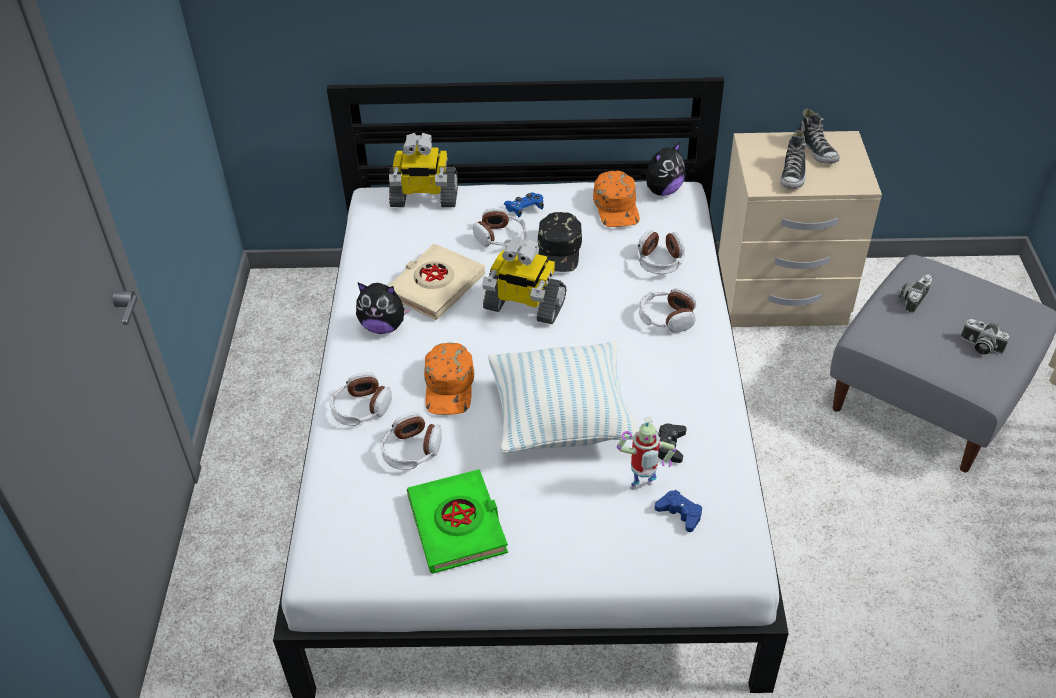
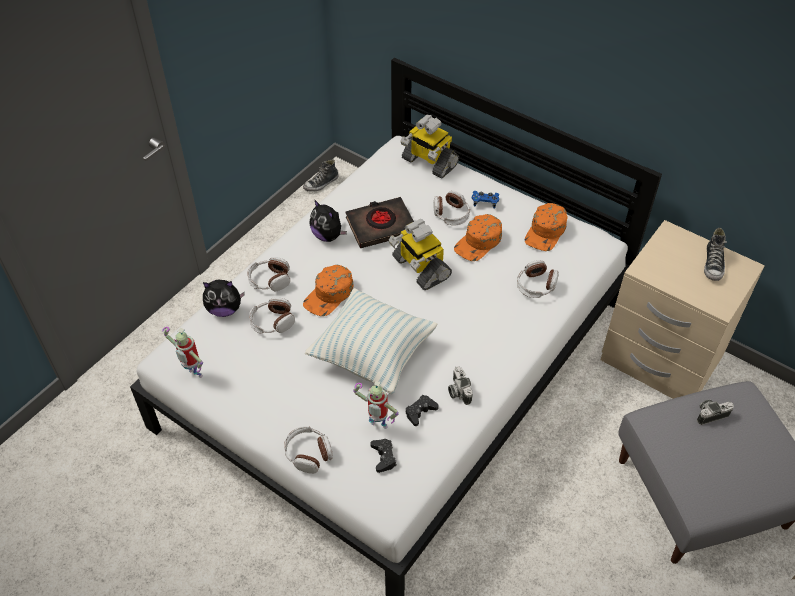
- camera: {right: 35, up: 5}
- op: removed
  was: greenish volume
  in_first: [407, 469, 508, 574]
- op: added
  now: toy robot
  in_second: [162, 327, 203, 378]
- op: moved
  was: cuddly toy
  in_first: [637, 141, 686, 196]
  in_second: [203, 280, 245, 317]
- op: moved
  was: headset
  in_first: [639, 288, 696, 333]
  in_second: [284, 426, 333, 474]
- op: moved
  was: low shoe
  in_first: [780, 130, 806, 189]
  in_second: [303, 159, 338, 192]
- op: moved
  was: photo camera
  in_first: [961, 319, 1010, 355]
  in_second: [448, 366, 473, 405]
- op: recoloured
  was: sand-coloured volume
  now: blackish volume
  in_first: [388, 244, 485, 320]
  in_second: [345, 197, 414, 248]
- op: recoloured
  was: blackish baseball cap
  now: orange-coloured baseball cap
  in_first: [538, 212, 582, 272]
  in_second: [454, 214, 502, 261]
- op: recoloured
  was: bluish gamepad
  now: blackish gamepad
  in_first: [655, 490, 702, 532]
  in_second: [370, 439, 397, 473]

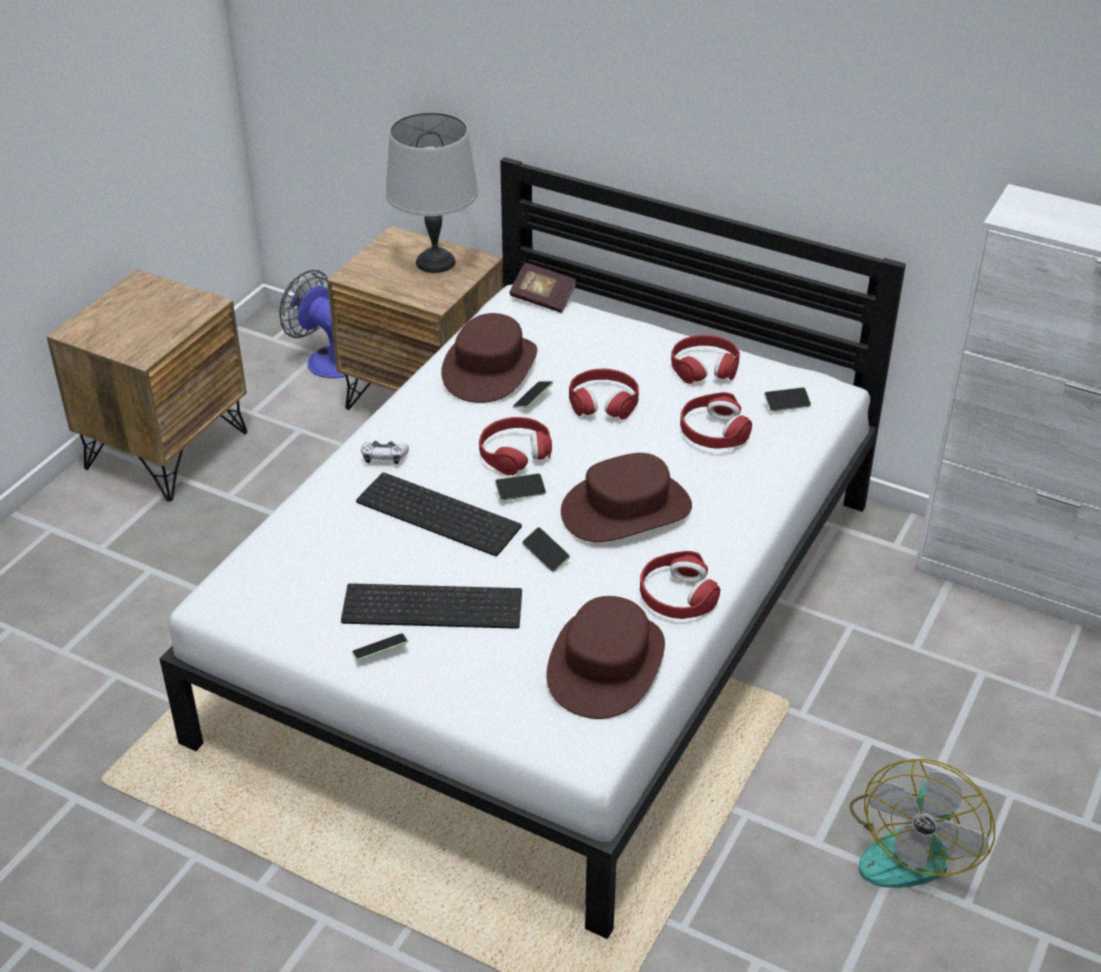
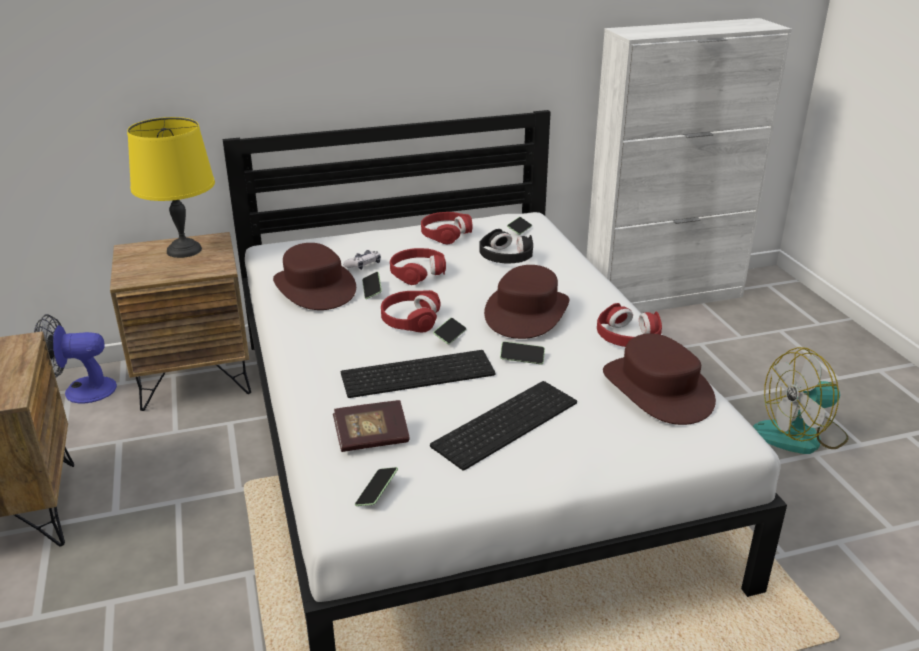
- camera: {right: -45, up: -10}
- op: moved
  was: handset
  in_first: [352, 633, 408, 660]
  in_second: [355, 467, 398, 506]
- op: moved
  was: gamepad
  in_first: [361, 441, 409, 464]
  in_second: [343, 250, 381, 270]
- op: moved
  was: volume
  in_first: [509, 263, 576, 313]
  in_second: [333, 400, 410, 452]
- op: recoloured
  was: grey lamp for a table
  now: yellowish lamp for a table
  in_first: [385, 112, 479, 273]
  in_second: [127, 117, 215, 258]
- op: recoloured
  was: red headset
  now: blackish headset
  in_first: [680, 392, 752, 449]
  in_second: [479, 229, 533, 264]
- op: turned
  was: cooling fan
  in_first: [850, 759, 995, 888]
  in_second: [753, 347, 848, 454]
  clockwise: 90

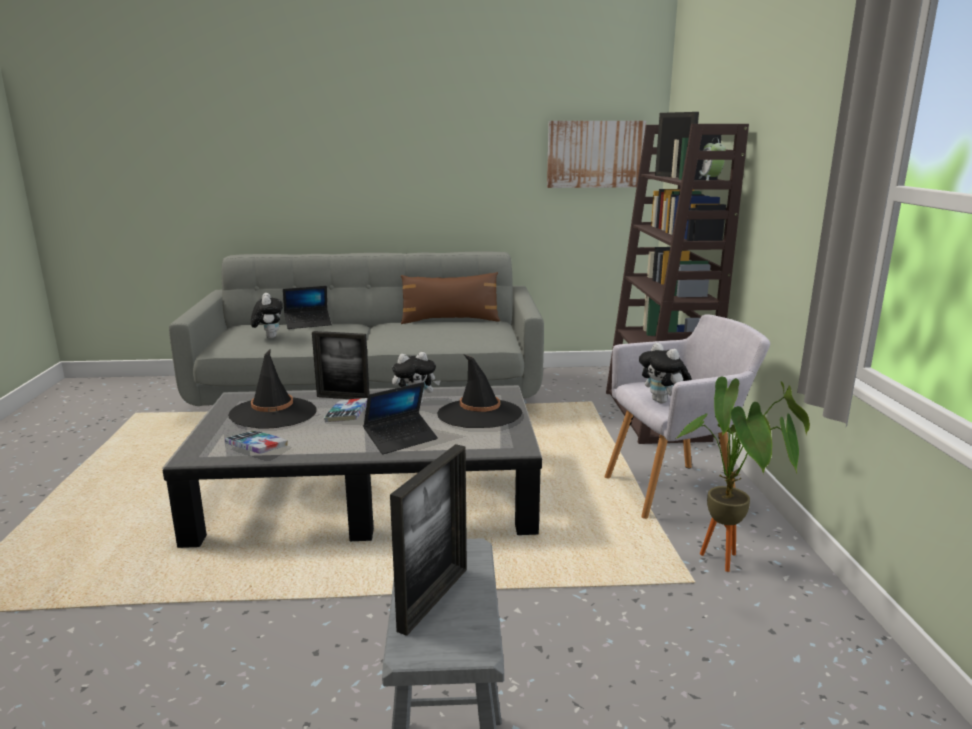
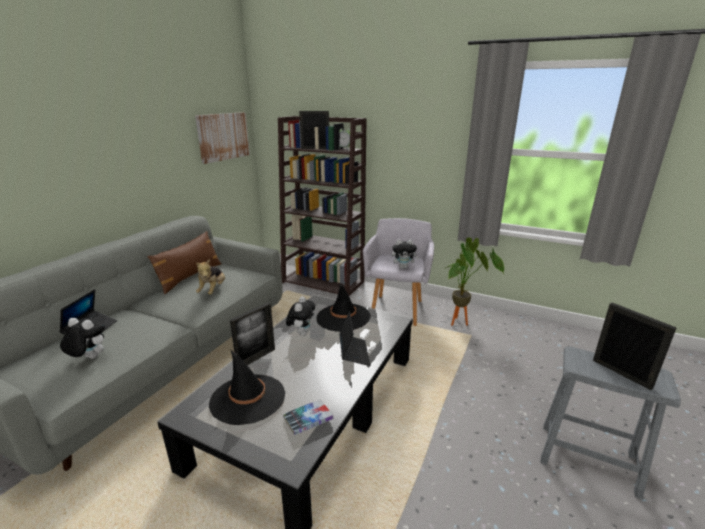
- camera: {right: -60, up: 5}
- op: removed
  was: volume
  in_first: [324, 398, 367, 422]
- op: added
  now: cuddly toy
  in_second: [196, 259, 225, 295]

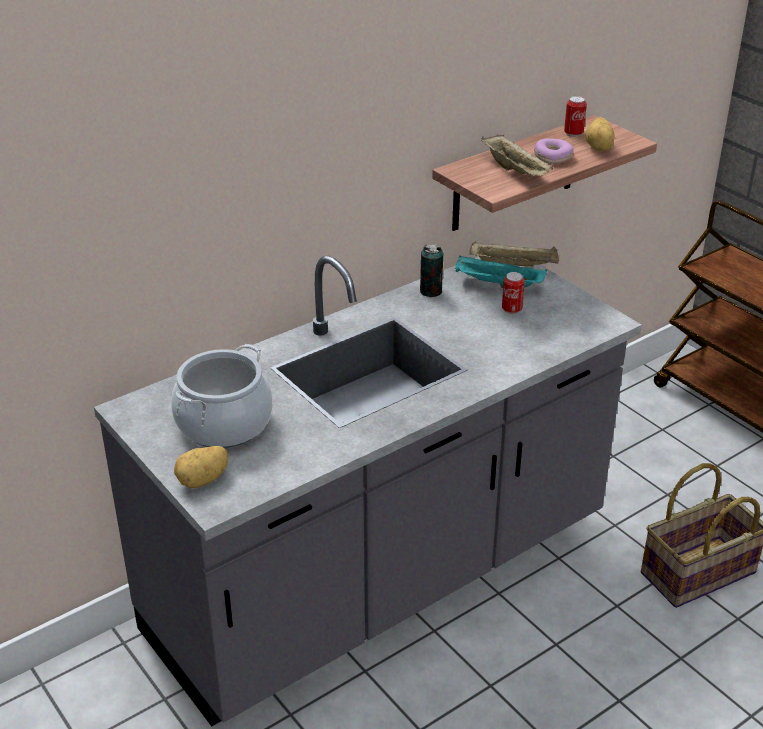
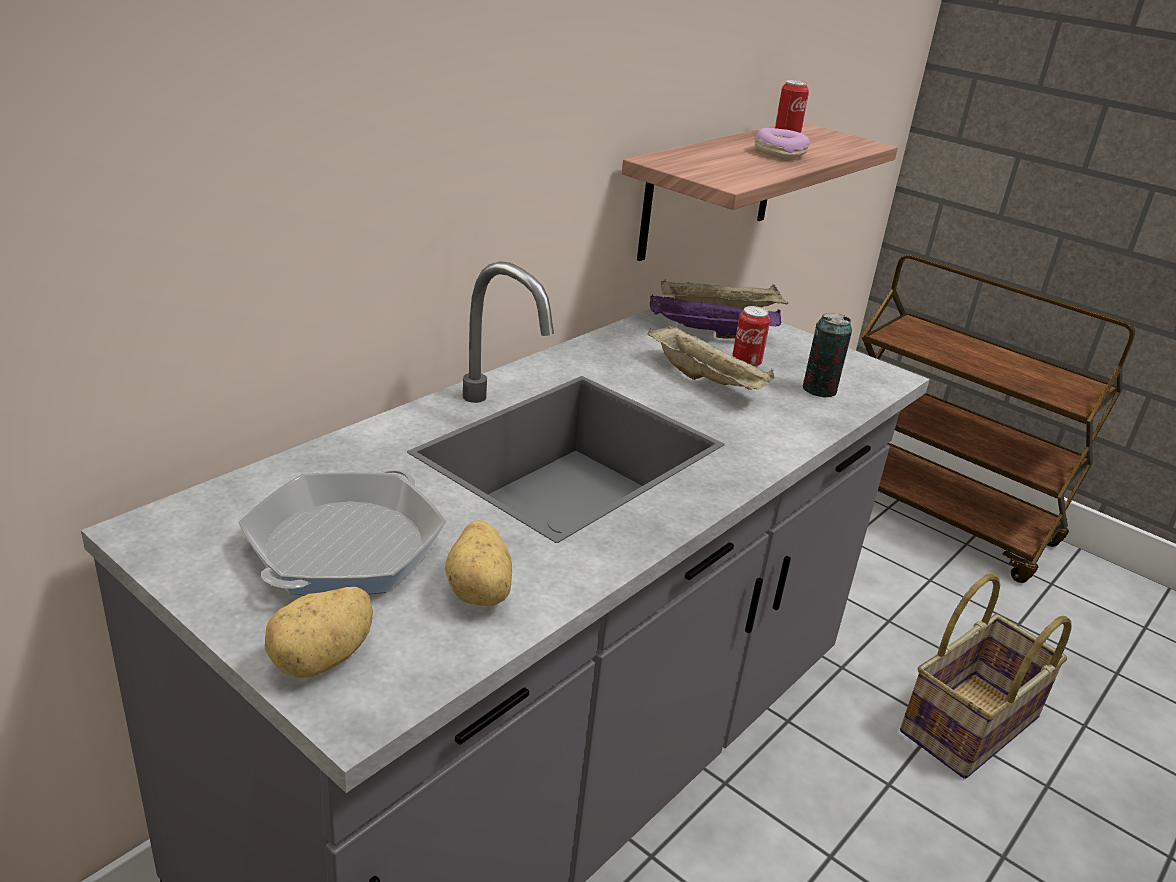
- camera: {right: -15, up: -5}
- op: moved
  was: can
  in_first: [420, 244, 443, 297]
  in_second: [803, 313, 852, 397]
- op: moved
  was: sand-coloured serving tray
  in_first: [481, 134, 553, 176]
  in_second: [647, 325, 774, 390]
- op: moved
  was: spud
  in_first: [585, 117, 614, 151]
  in_second: [445, 520, 512, 606]
- op: replaced
  was: stockpot
  now: skillet
  in_first: [171, 344, 272, 448]
  in_second: [238, 469, 447, 595]
- op: recoloured
  was: turquoise serving tray
  now: purple serving tray
  in_first: [455, 256, 547, 288]
  in_second: [650, 294, 782, 339]

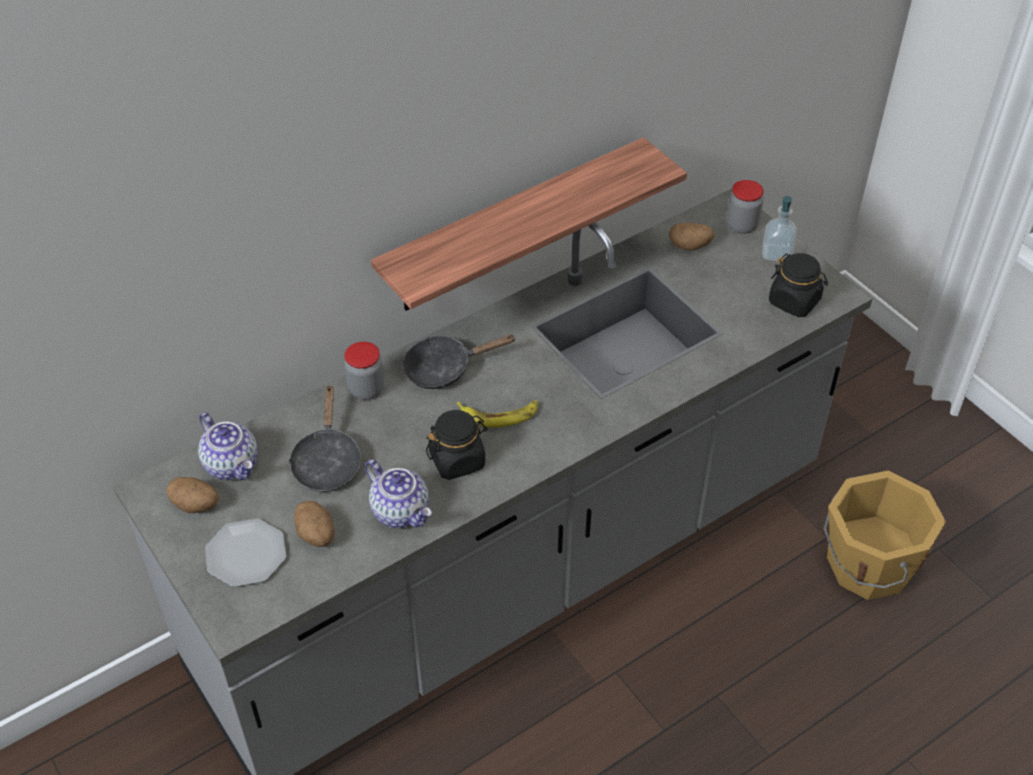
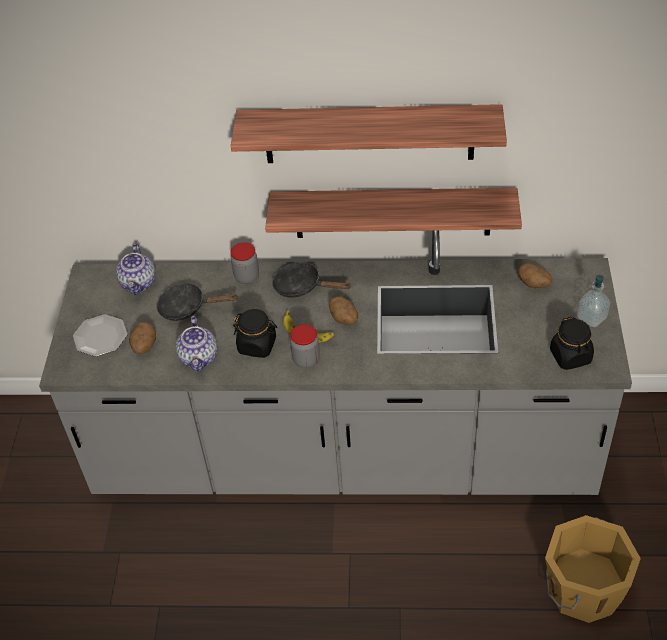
- camera: {right: 40, up: 0}
- op: added
  now: bracket shelf
  in_second: [231, 104, 507, 163]
- op: moved
  was: spud
  in_first: [166, 477, 219, 513]
  in_second: [329, 296, 358, 325]
- op: moved
  was: storage jar
  in_first: [727, 180, 764, 234]
  in_second: [290, 324, 320, 368]
- op: turned
  was: blackish skillet
  in_first: [288, 386, 362, 492]
  in_second: [156, 282, 239, 321]
  clockwise: 60

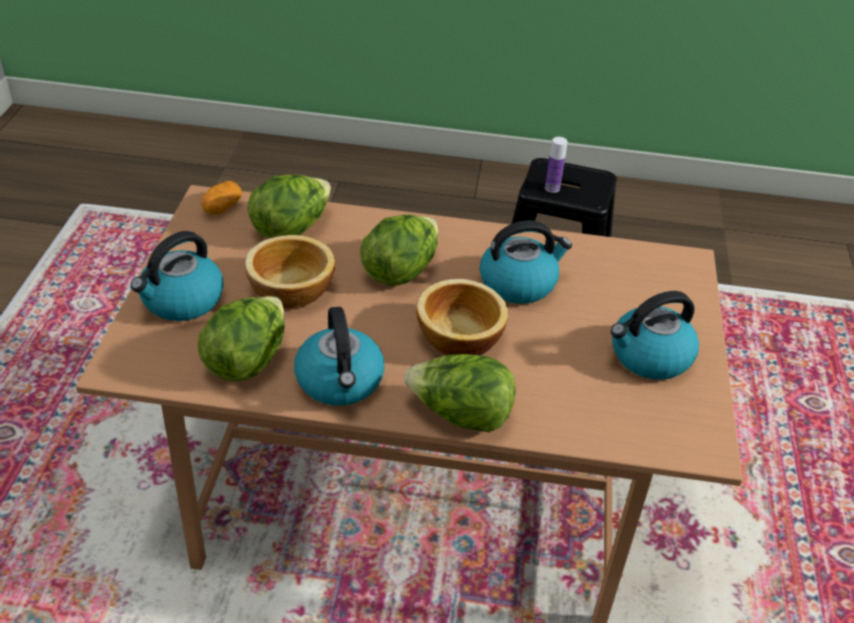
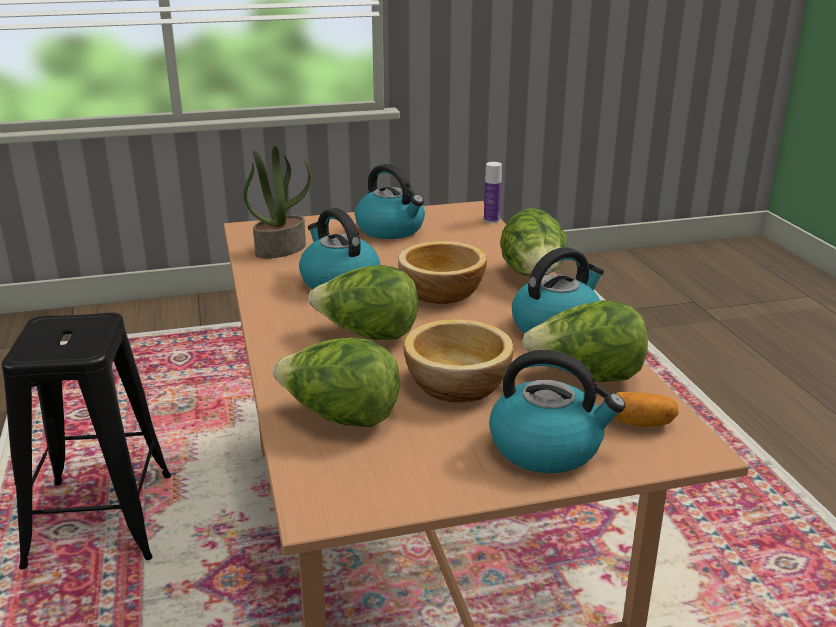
- camera: {right: -110, up: -15}
- op: added
  now: potted plant
  in_second: [243, 146, 311, 259]
- op: moved
  was: spud
  in_first: [201, 181, 242, 215]
  in_second: [614, 392, 679, 427]
- op: moved
  was: drink bottle
  in_first: [545, 137, 567, 193]
  in_second: [484, 162, 502, 223]

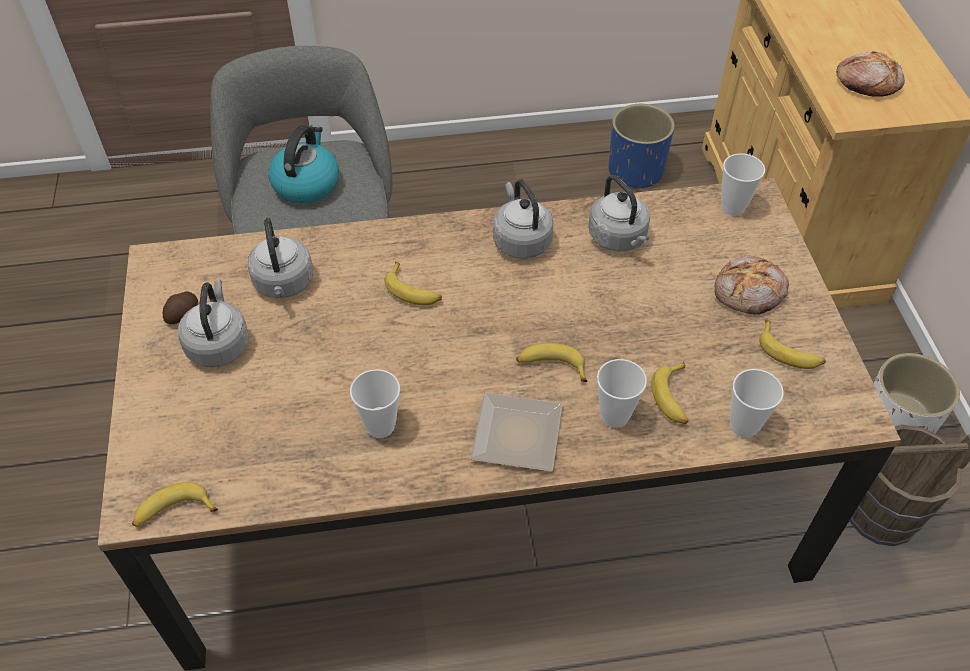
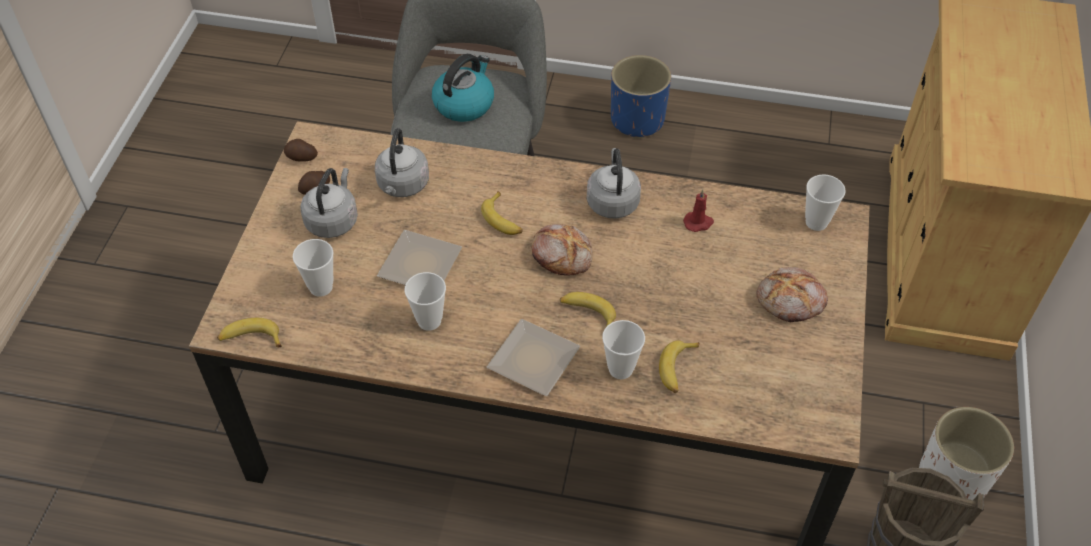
- camera: {right: 20, up: 0}
- op: removed
  was: banana
  in_first: [759, 320, 826, 369]
- op: added
  now: spud
  in_second: [284, 139, 318, 162]
- op: added
  now: plate
  in_second: [377, 230, 462, 285]
- op: moved
  was: bluish flower pot
  in_first: [608, 104, 675, 190]
  in_second: [611, 55, 671, 139]
- op: moved
  was: cup
  in_first: [730, 369, 784, 438]
  in_second: [293, 239, 333, 297]
- op: moved
  was: bakery bread
  in_first: [836, 51, 905, 97]
  in_second: [531, 224, 593, 276]
- op: replaced
  was: grey tea kettle
  now: red wax candle
  in_first: [588, 175, 650, 252]
  in_second: [683, 189, 714, 232]

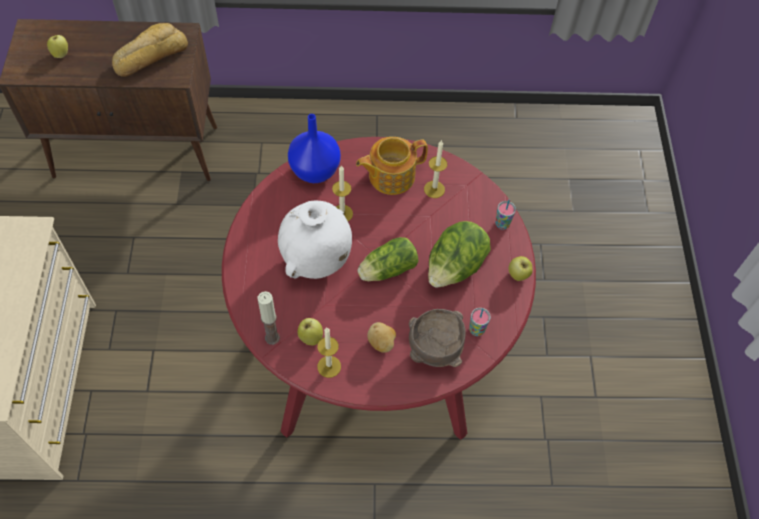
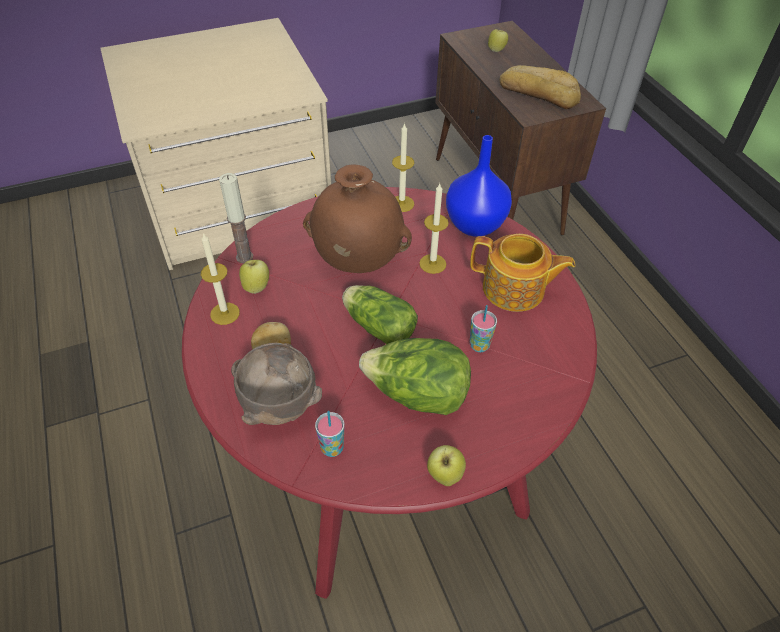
- camera: {right: 70, up: -10}
- op: moved
  was: wax candle
  in_first: [424, 140, 447, 198]
  in_second: [392, 123, 414, 212]
- op: moved
  was: cup
  in_first: [495, 200, 516, 230]
  in_second: [470, 305, 497, 352]
- op: recoloured
  was: white flower vase
  now: brown-coloured flower vase
  in_first: [278, 201, 352, 279]
  in_second: [303, 164, 412, 273]
- op: turned
  was: teapot
  in_first: [356, 137, 428, 195]
  in_second: [470, 234, 575, 312]
  clockwise: 150

